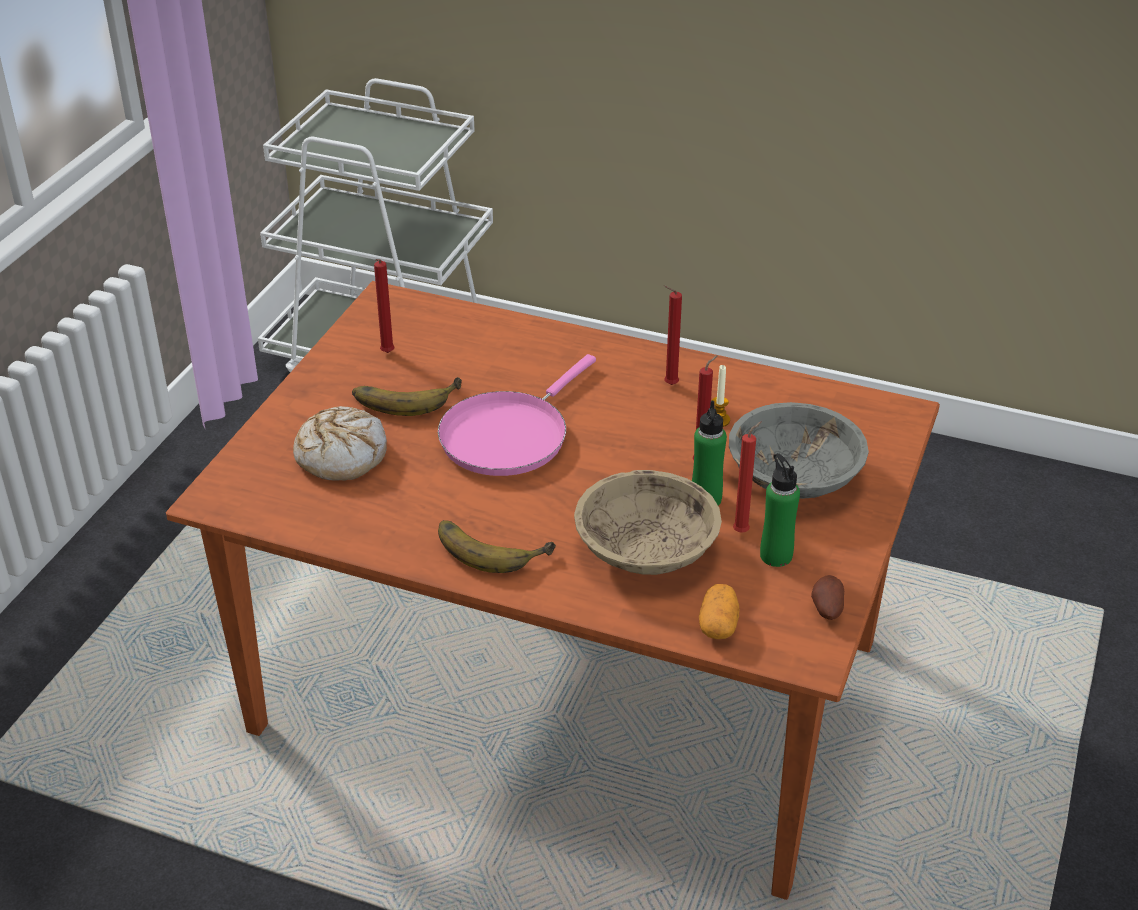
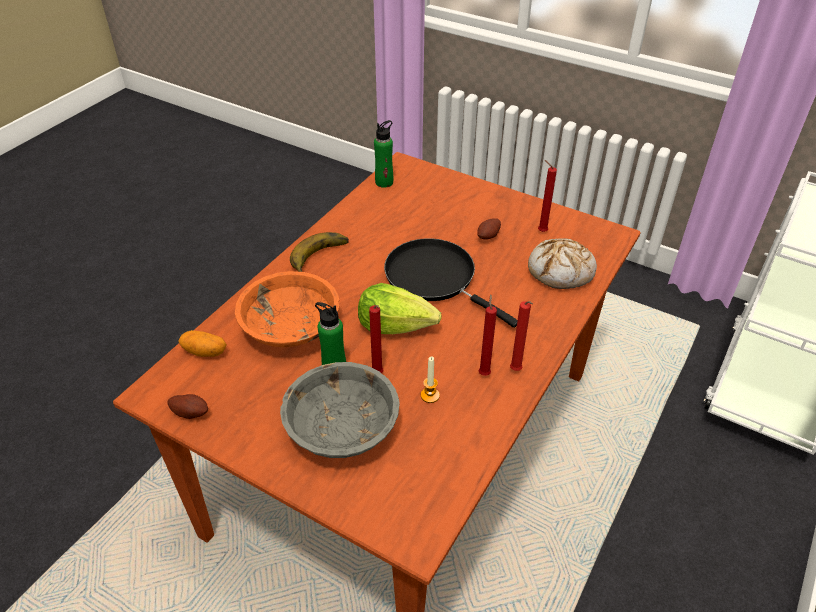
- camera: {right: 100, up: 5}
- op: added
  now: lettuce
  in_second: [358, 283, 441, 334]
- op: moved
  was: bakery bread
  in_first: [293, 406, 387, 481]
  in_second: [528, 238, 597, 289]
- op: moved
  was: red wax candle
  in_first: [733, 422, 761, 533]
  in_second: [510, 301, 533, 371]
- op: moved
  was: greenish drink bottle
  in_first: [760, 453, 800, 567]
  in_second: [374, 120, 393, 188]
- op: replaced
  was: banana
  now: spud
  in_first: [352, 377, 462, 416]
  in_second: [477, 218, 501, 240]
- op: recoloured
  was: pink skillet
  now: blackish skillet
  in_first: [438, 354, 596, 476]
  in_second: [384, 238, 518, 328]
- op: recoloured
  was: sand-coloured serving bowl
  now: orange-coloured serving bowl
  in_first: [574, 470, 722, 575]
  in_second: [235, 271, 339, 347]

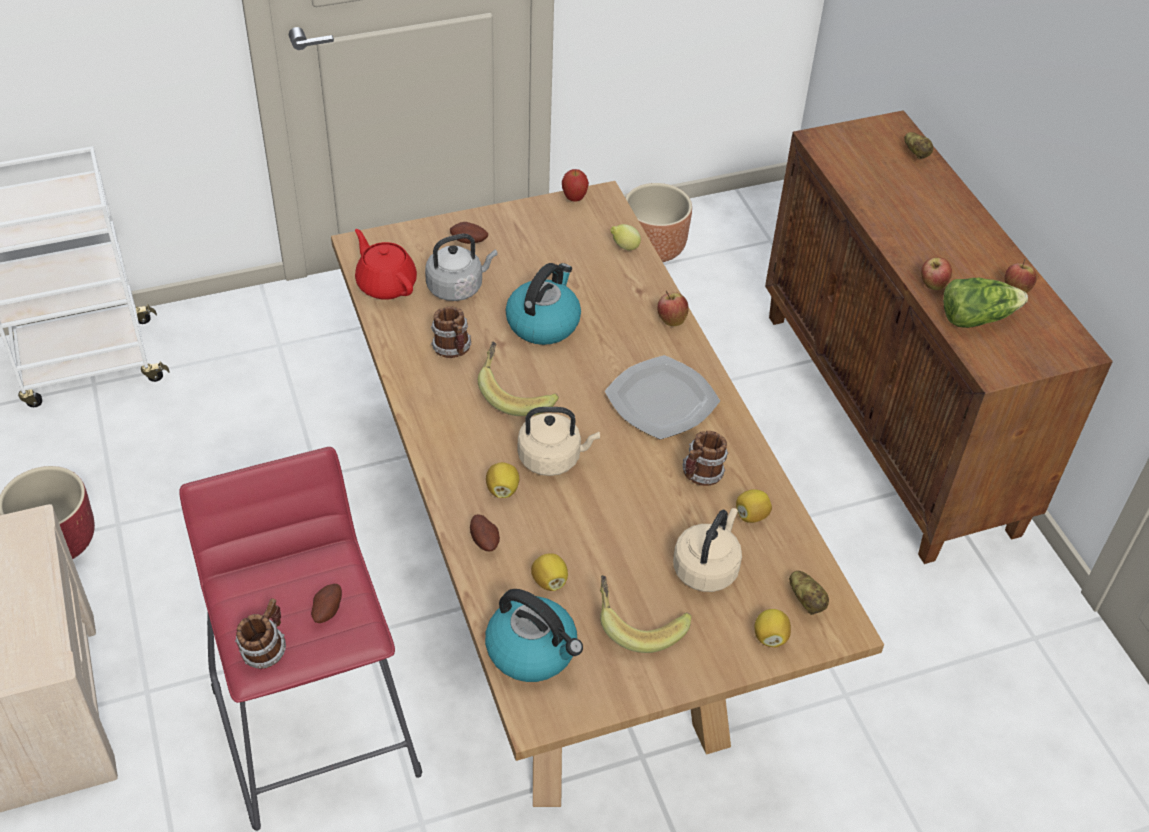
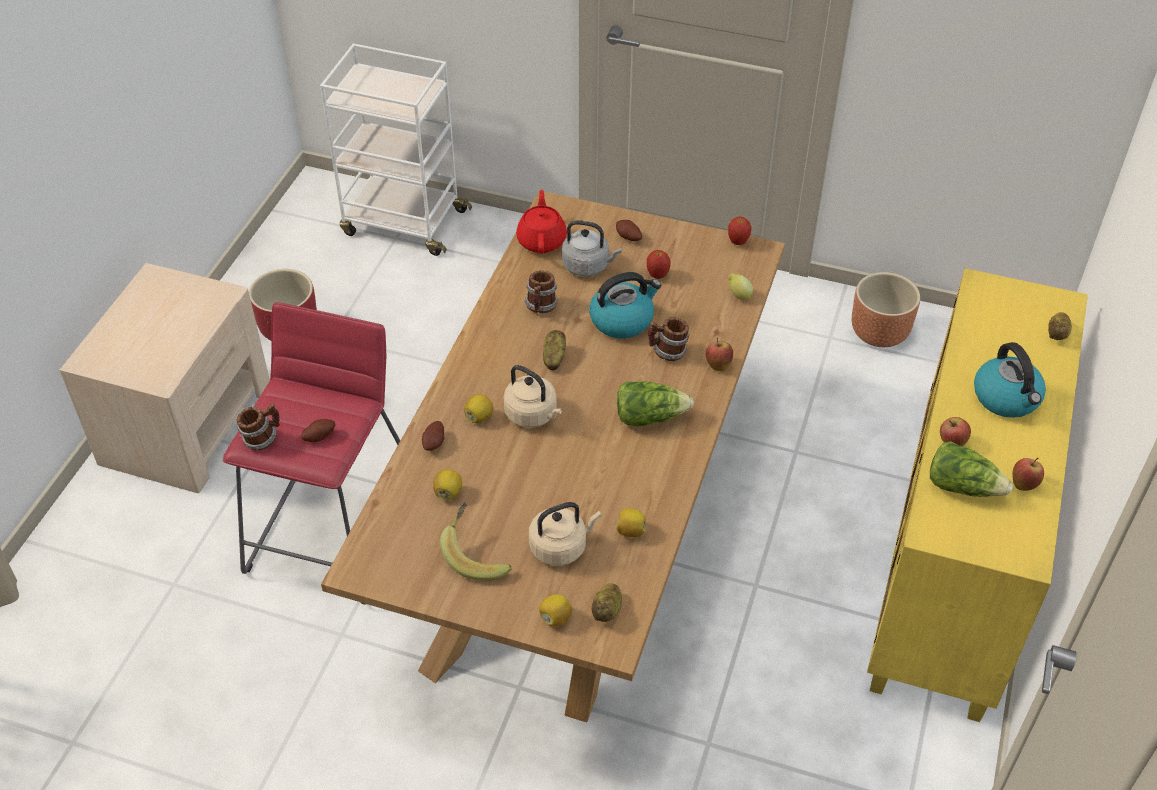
- camera: {right: 40, up: 0}
- op: added
  now: apple fruit
  in_second: [647, 250, 671, 279]
- op: moved
  was: tea kettle
  in_first: [485, 589, 583, 682]
  in_second: [974, 342, 1046, 418]
- op: moved
  was: mug
  in_first: [683, 431, 728, 486]
  in_second: [648, 317, 690, 361]
- op: replaced
  was: banana
  now: spud
  in_first: [478, 341, 559, 416]
  in_second: [543, 330, 566, 370]
- op: replaced
  was: plate
  now: lettuce
  in_first: [605, 355, 720, 439]
  in_second: [617, 381, 694, 426]
- op: recoloured
  was: brown-coloured cabinet
  now: yellowish cabinet
  in_first: [765, 110, 1113, 564]
  in_second: [867, 268, 1088, 722]

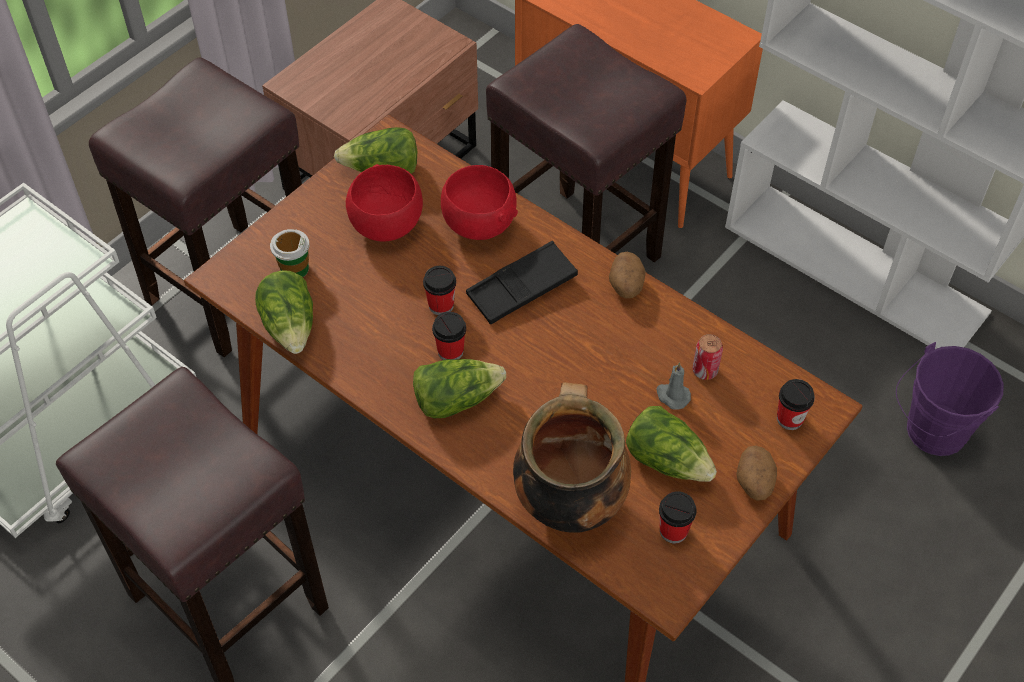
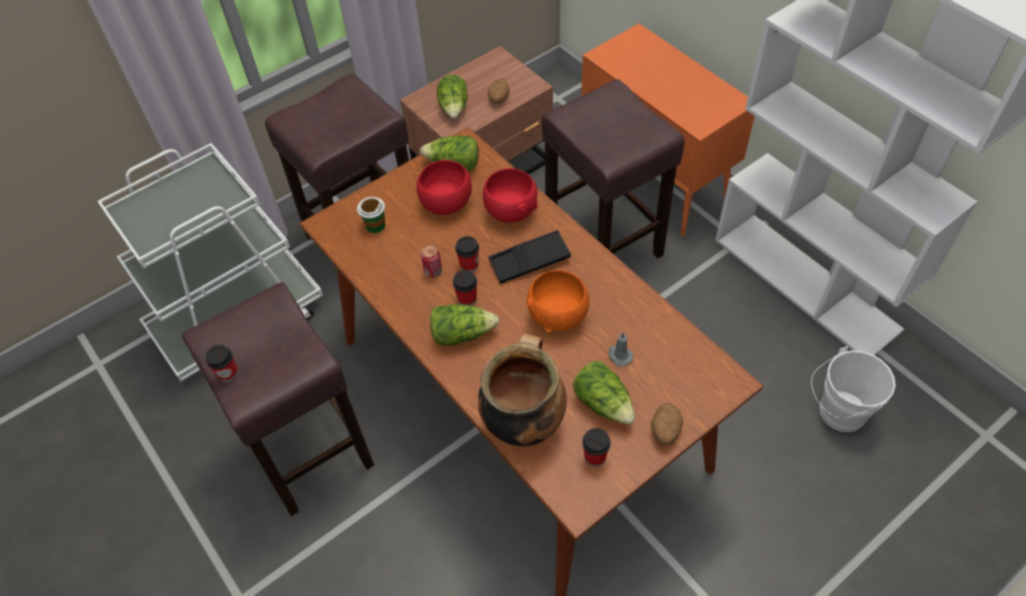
- camera: {right: 15, up: 0}
- op: added
  now: orange-coloured serving bowl
  in_second: [526, 270, 589, 332]
- op: moved
  was: lettuce
  in_first: [255, 270, 313, 354]
  in_second: [437, 75, 468, 119]
- op: moved
  was: spud
  in_first: [609, 252, 646, 298]
  in_second: [488, 79, 509, 104]
- op: moved
  was: can
  in_first: [692, 334, 723, 380]
  in_second: [421, 245, 442, 278]
- op: moved
  was: cup
  in_first: [777, 379, 815, 430]
  in_second: [206, 345, 238, 382]
- op: recoloured
  was: purple water bucket
  now: white water bucket
  in_first: [896, 342, 1004, 456]
  in_second: [811, 346, 896, 432]

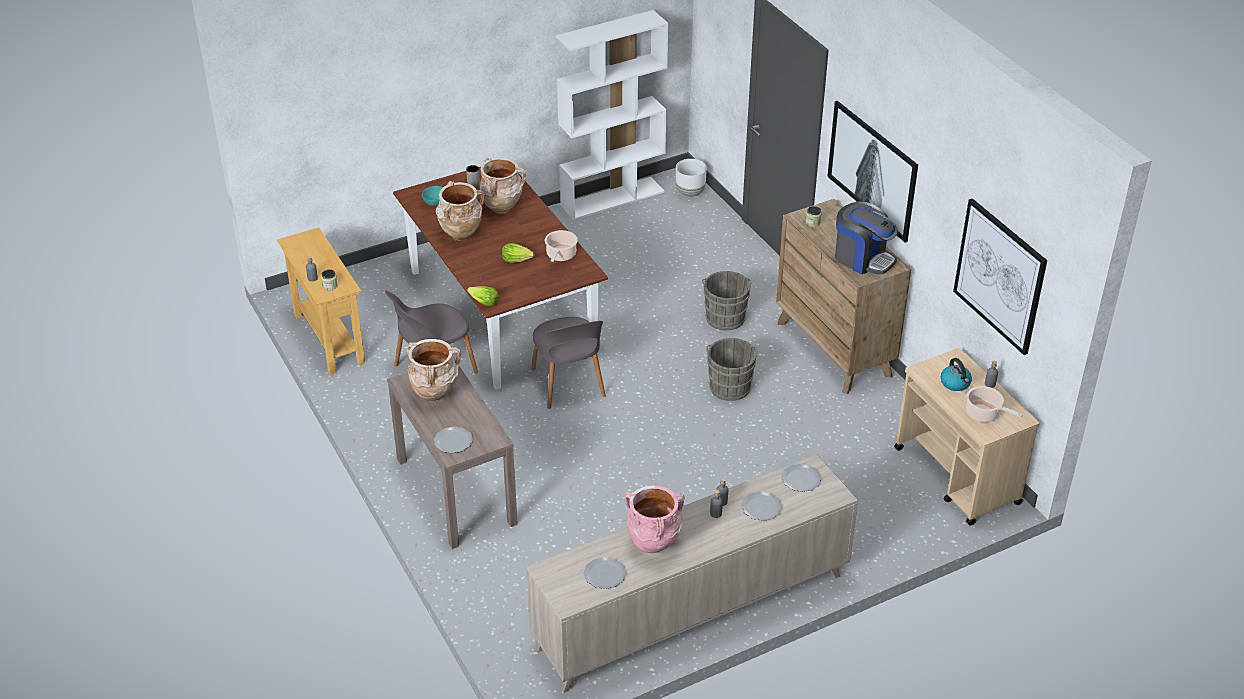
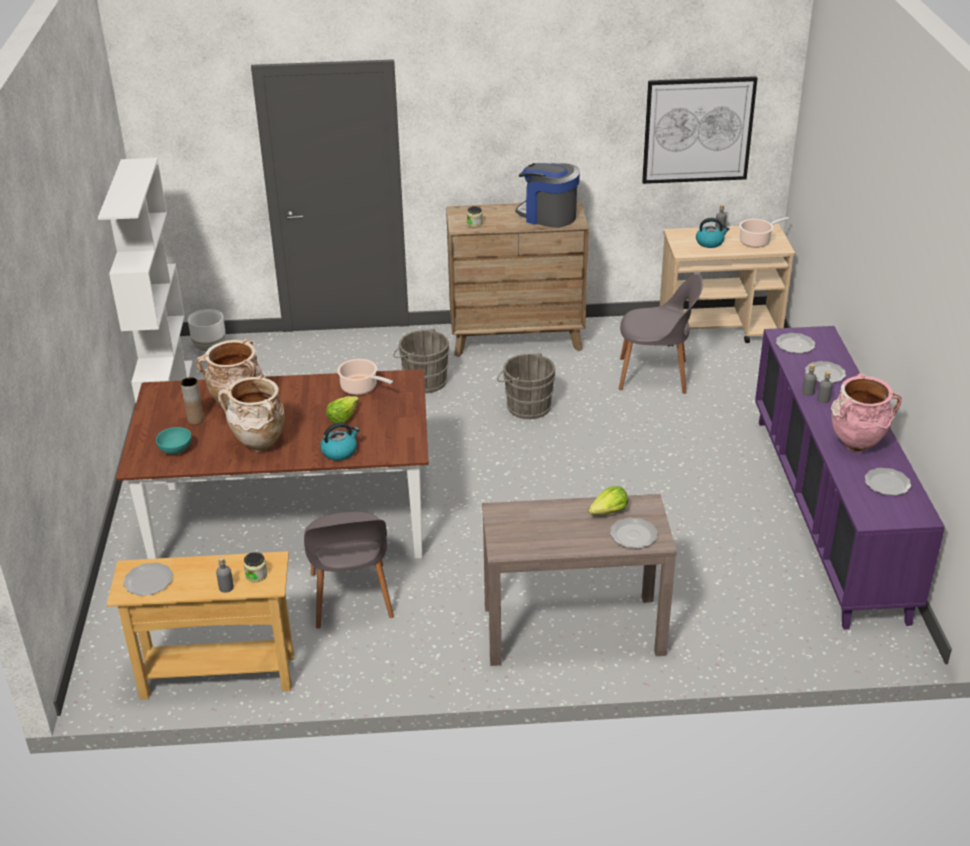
- camera: {right: -65, up: -5}
- op: removed
  was: sand-coloured flower vase
  in_first: [408, 339, 461, 402]
- op: removed
  was: wall picture
  in_first: [827, 101, 918, 243]
- op: added
  now: plate
  in_second: [123, 563, 173, 596]
- op: added
  now: tea kettle
  in_second: [320, 422, 360, 461]
- op: moved
  was: lettuce
  in_first: [467, 286, 499, 306]
  in_second: [588, 486, 628, 515]
- op: moved
  was: grey chair
  in_first: [532, 317, 606, 409]
  in_second: [619, 274, 703, 394]
- op: recoloured
  was: sand-coloured cabinet
  now: purple cabinet
  in_first: [527, 454, 858, 693]
  in_second: [755, 326, 945, 630]
- op: turned
  was: coffee maker
  in_first: [835, 202, 898, 274]
  in_second: [515, 163, 580, 228]
  clockwise: -120

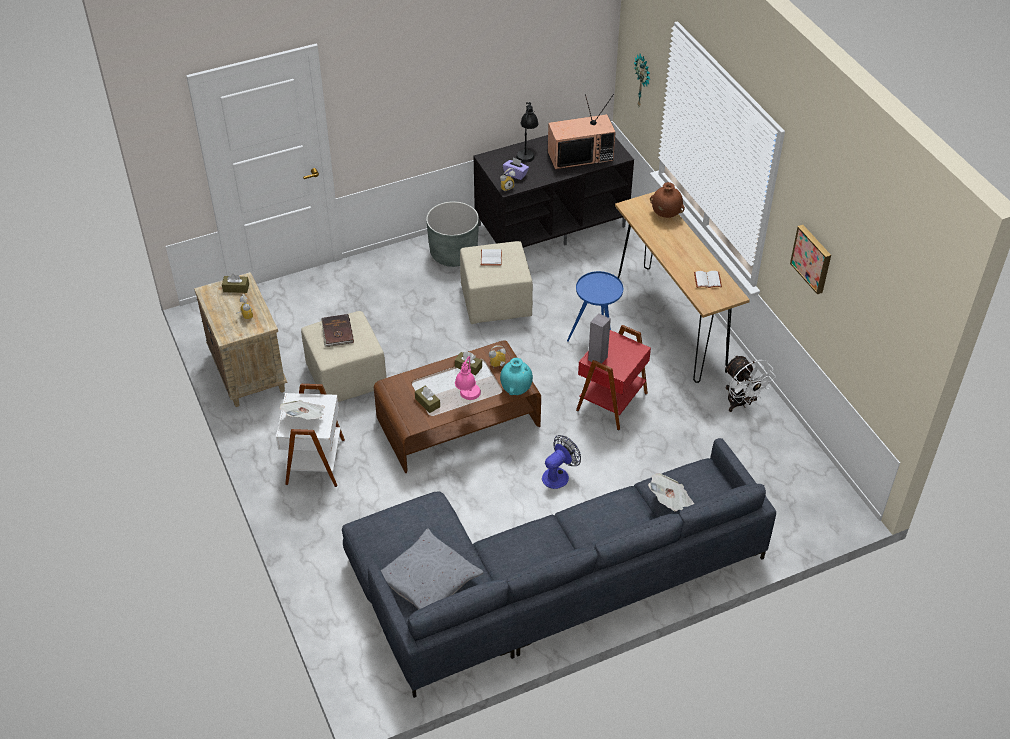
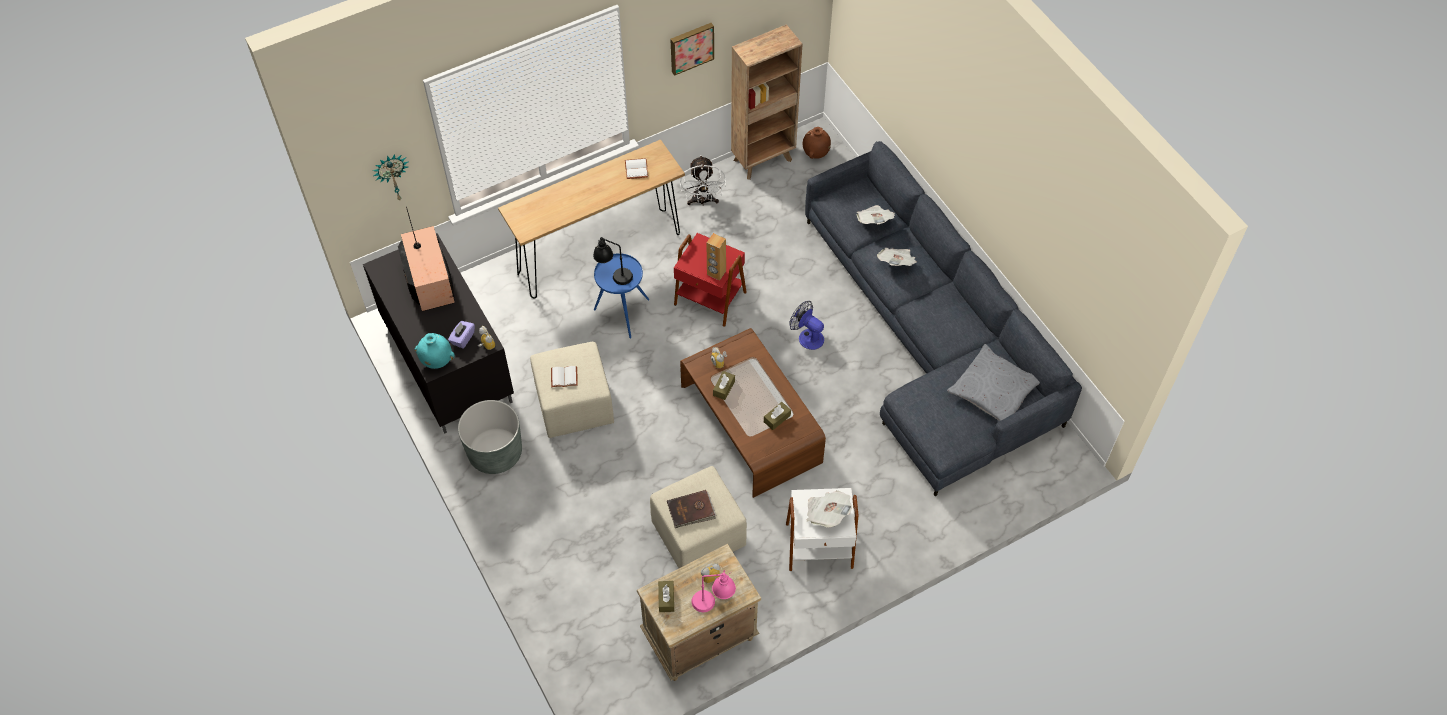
- camera: {right: -95, up: 10}
- op: added
  now: brown-coloured shelving unit
  in_second: [731, 24, 802, 180]
- op: added
  now: daily paper
  in_second: [877, 248, 917, 266]
- op: moved
  was: pink lamp for a table
  in_first: [455, 356, 481, 400]
  in_second: [691, 570, 736, 612]
- op: moved
  was: turquoise flower vase
  in_first: [500, 358, 533, 395]
  in_second: [414, 333, 455, 369]
- op: moved
  was: blackish lamp for a table
  in_first: [516, 102, 539, 162]
  in_second: [593, 237, 633, 285]
- op: moved
  was: brown-coloured flower vase
  in_first: [650, 182, 685, 218]
  in_second: [803, 127, 831, 159]
- op: recoloured
  was: grey speaker
  now: brown-coloured speaker
  in_first: [588, 313, 611, 363]
  in_second: [706, 233, 726, 281]
- op: turned
  was: white cooling fan
  in_first: [725, 355, 776, 412]
  in_second: [680, 155, 726, 206]
  clockwise: 120

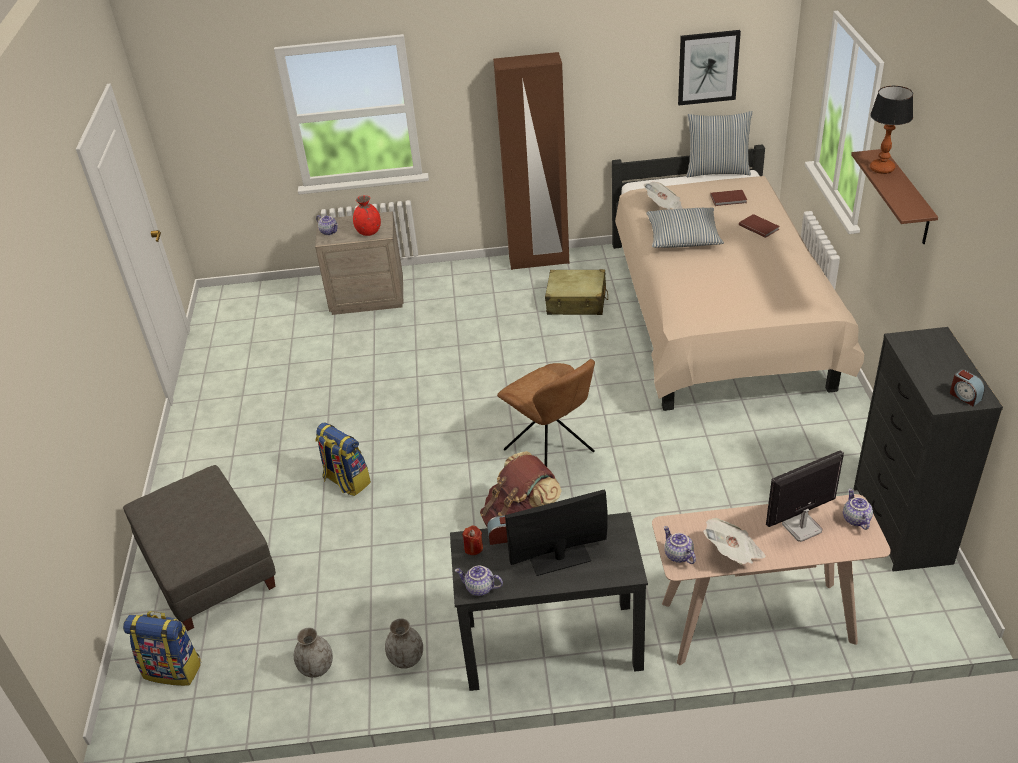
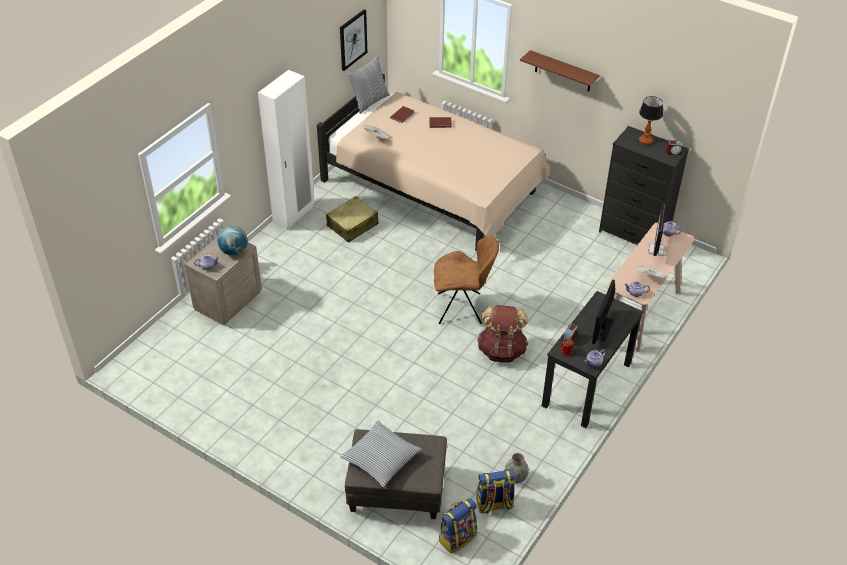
- camera: {right: -55, up: 5}
- op: removed
  was: grey flower vase
  in_first: [385, 618, 423, 669]
- op: moved
  was: knapsack
  in_first: [316, 422, 371, 496]
  in_second: [477, 469, 516, 514]
- op: moved
  was: pillow
  in_first: [646, 208, 724, 248]
  in_second: [340, 420, 422, 487]
- op: moved
  was: lamp for a table
  in_first: [870, 86, 913, 174]
  in_second: [639, 96, 663, 145]
- op: replaced
  was: red flower vase
  now: desk globe
  in_first: [353, 195, 381, 236]
  in_second: [217, 226, 248, 256]
- op: recoloured
  was: brown-coloured clothes cupboard
  now: white clothes cupboard
  in_first: [493, 52, 569, 270]
  in_second: [258, 70, 315, 230]

